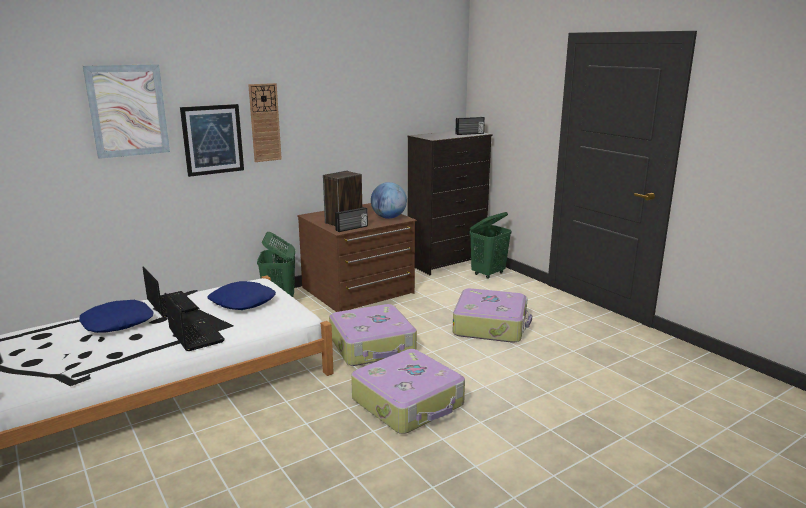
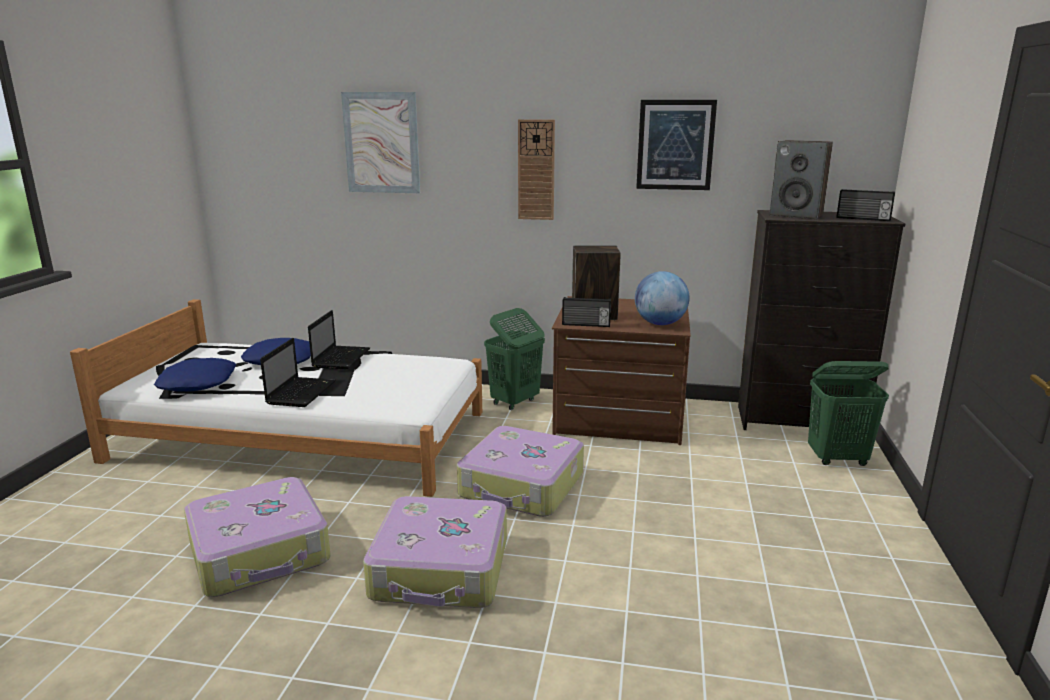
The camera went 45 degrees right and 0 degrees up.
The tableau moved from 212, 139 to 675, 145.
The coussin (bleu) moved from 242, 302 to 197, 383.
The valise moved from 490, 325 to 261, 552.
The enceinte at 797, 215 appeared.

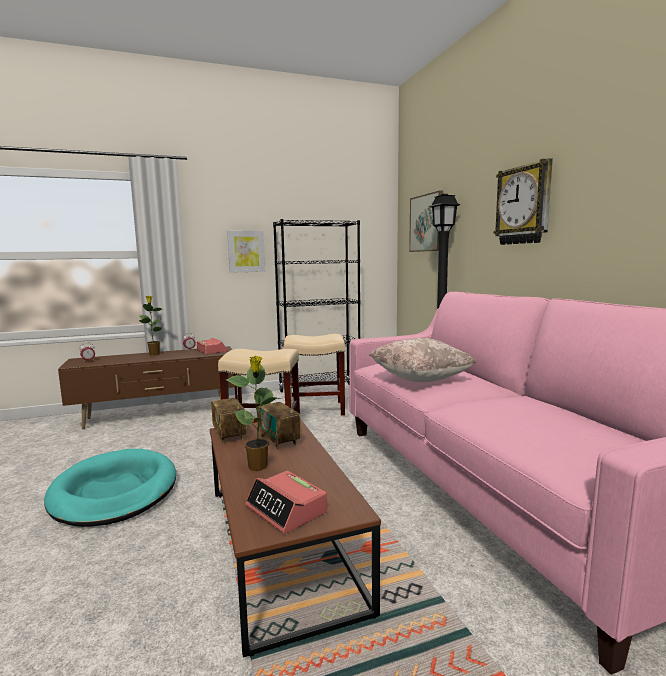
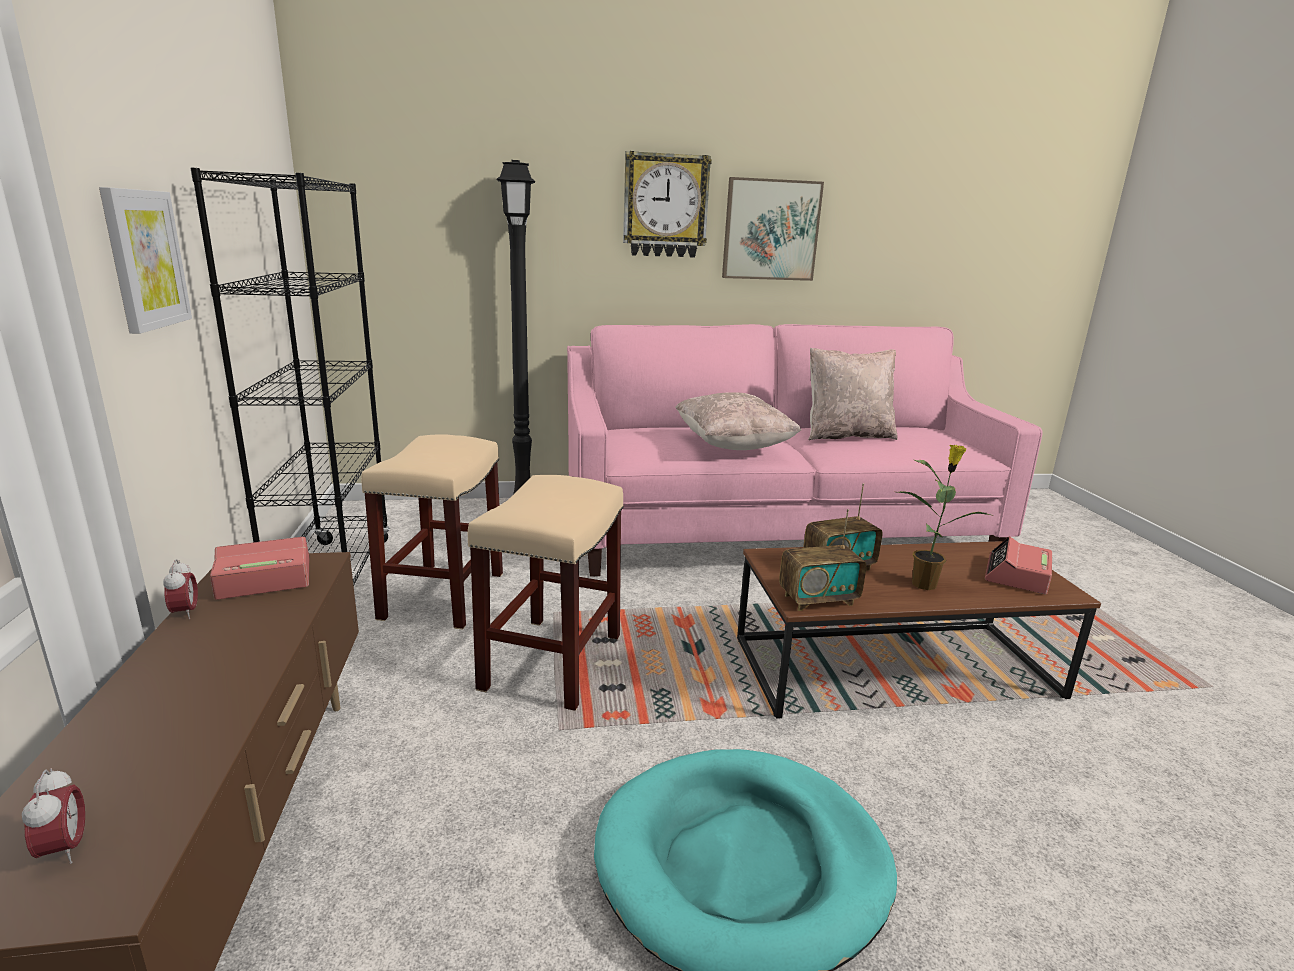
The camera went 80 degrees left and 10 degrees up.
The tableau moved from 426, 223 to 771, 230.
The plante en pot at 154, 354 disappeared.
The réveil at 287, 510 turned 150 degrees clockwise.
The coussin (beige) at 846, 435 appeared.

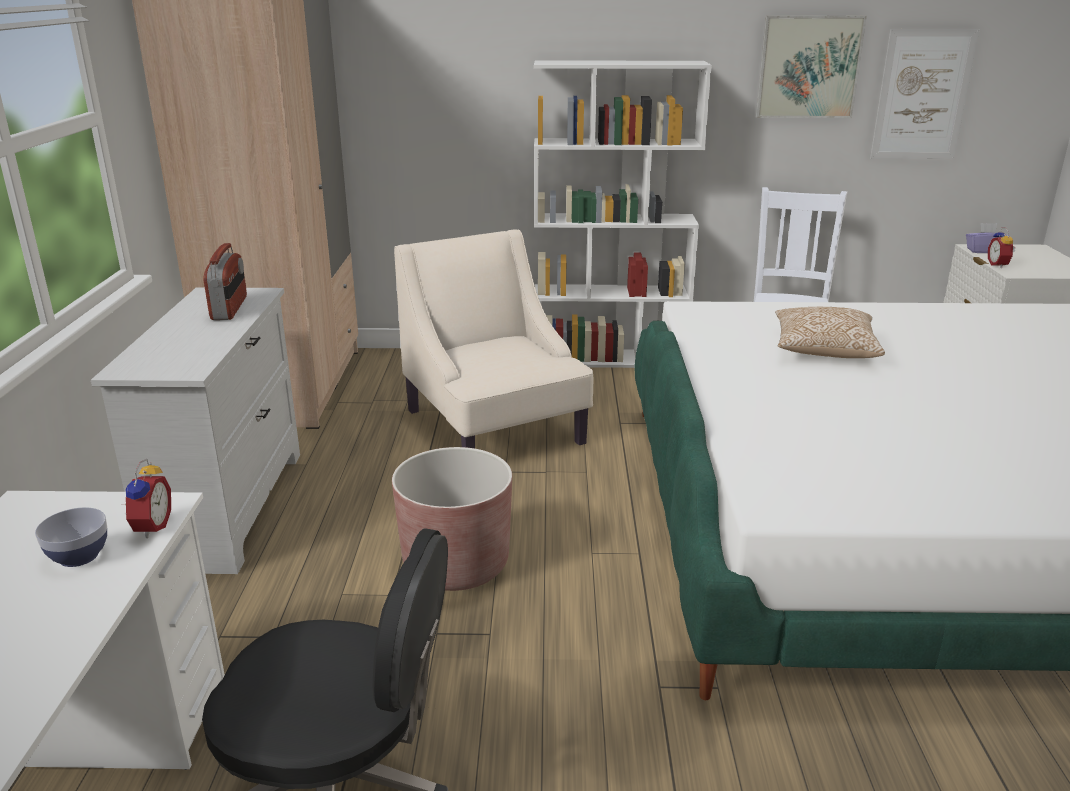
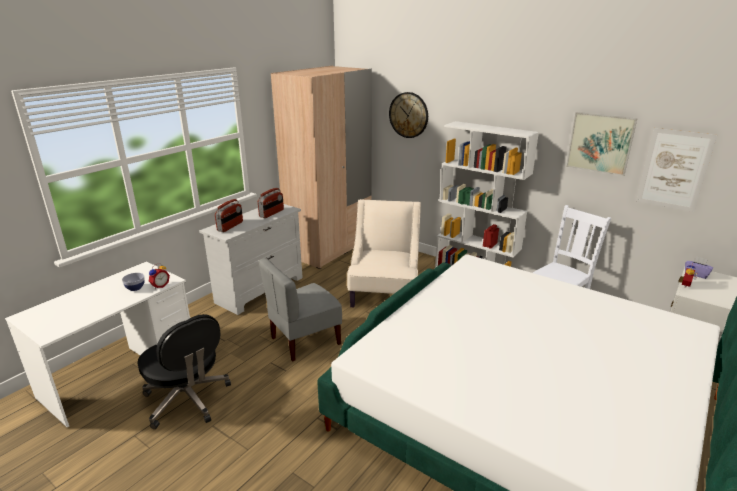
The camera went 35 degrees right and 0 degrees up.
The coussin at 823, 350 disappeared.
The cache-pot (marron) at 456, 565 was replaced by the chaise (gris) at 304, 341.
The horloge murale at 408, 115 appeared.
The radio at 230, 226 appeared.

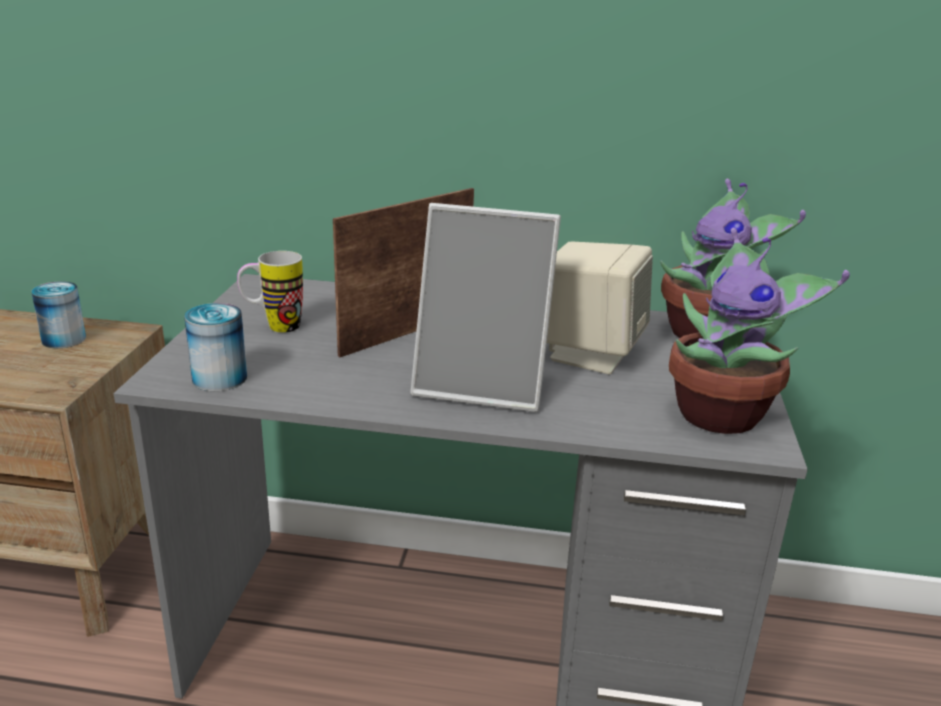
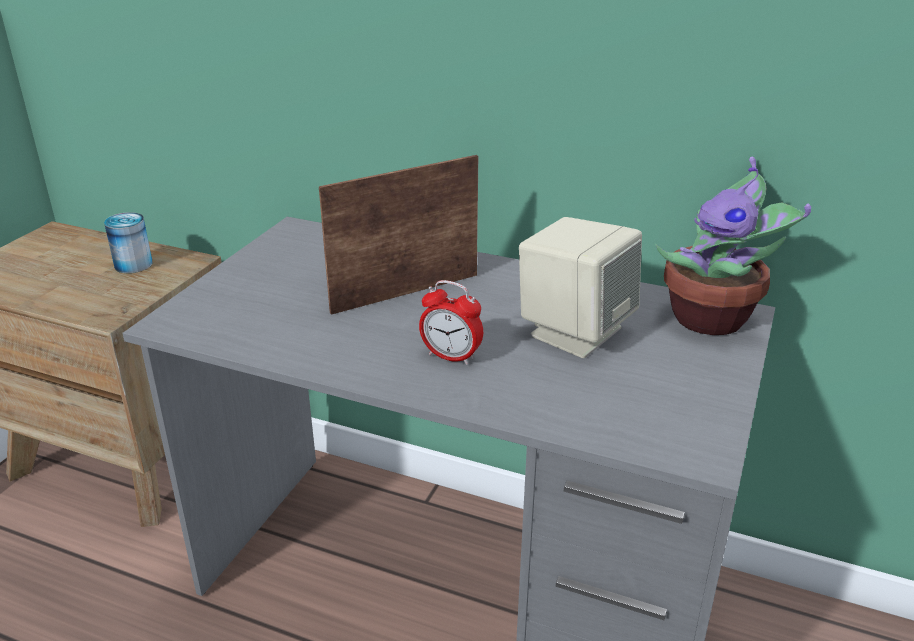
The camera went 15 degrees right and 5 degrees up.
The cadre photo at 483, 384 was replaced by the réveil at 451, 357.
The plante en pot at 723, 415 disappeared.
The mug at 273, 327 disappeared.
The boîte métallique at 219, 378 disappeared.

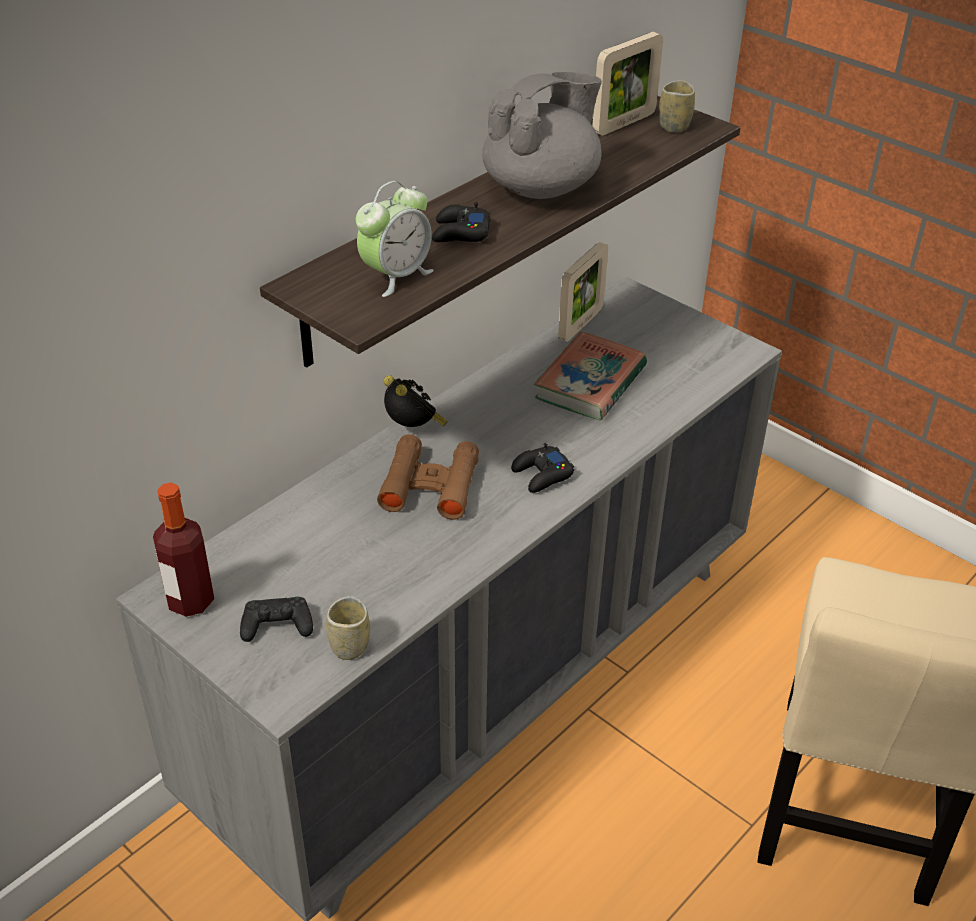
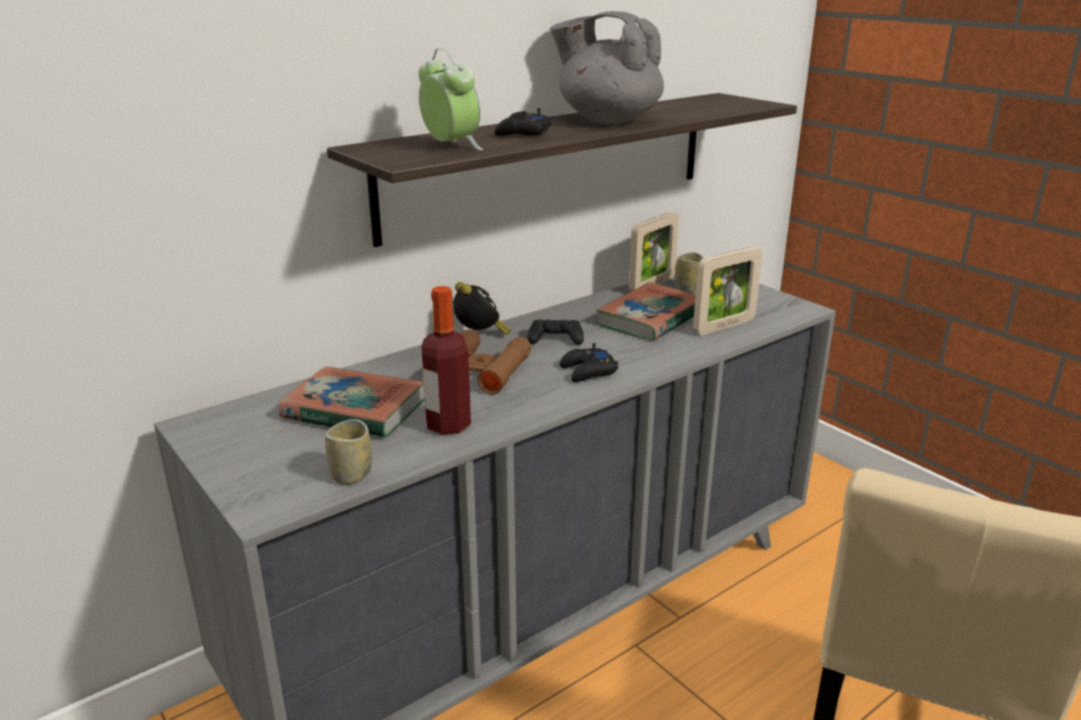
The camera went 10 degrees right and 15 degrees down.
The cadre photo moved from 624, 123 to 724, 326.
The théière (gris) at 542, 187 turned 120 degrees counterclockwise.
The tasse moved from 674, 126 to 688, 289.
The réveil at 396, 276 turned 90 degrees counterclockwise.
The bouteille moved from 190, 601 to 448, 425.
The manette (noir) moved from 277, 625 to 555, 339.
The livre at 354, 410 appeared.

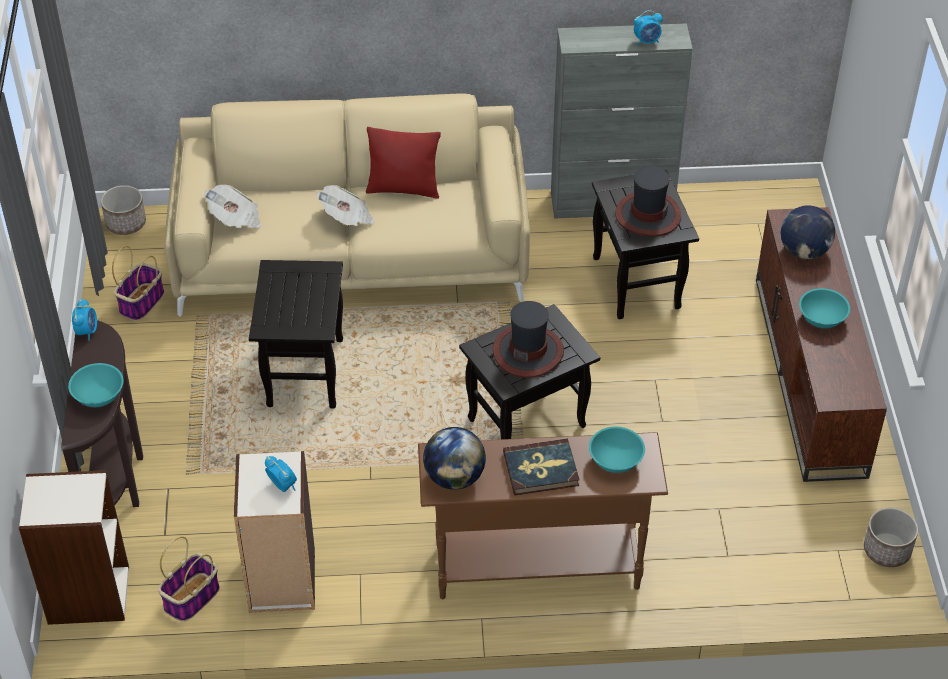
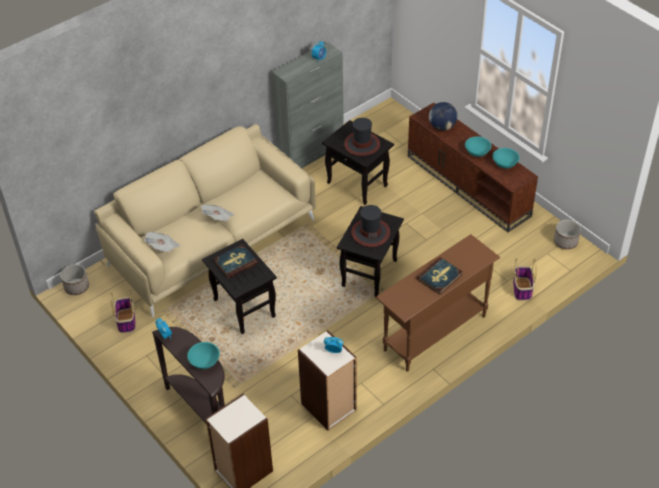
The camera went 35 degrees left and 0 degrees up.
The coussin (rouge) at 403, 189 disappeared.
The globe at 454, 477 disappeared.
The bol (turquoise) moved from 615, 460 to 504, 163.
The panier moved from 191, 598 to 522, 289.
The livre at 235, 262 appeared.

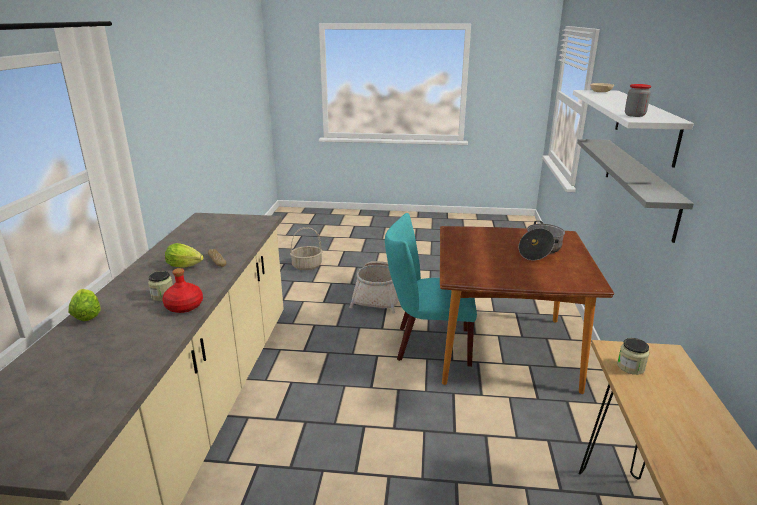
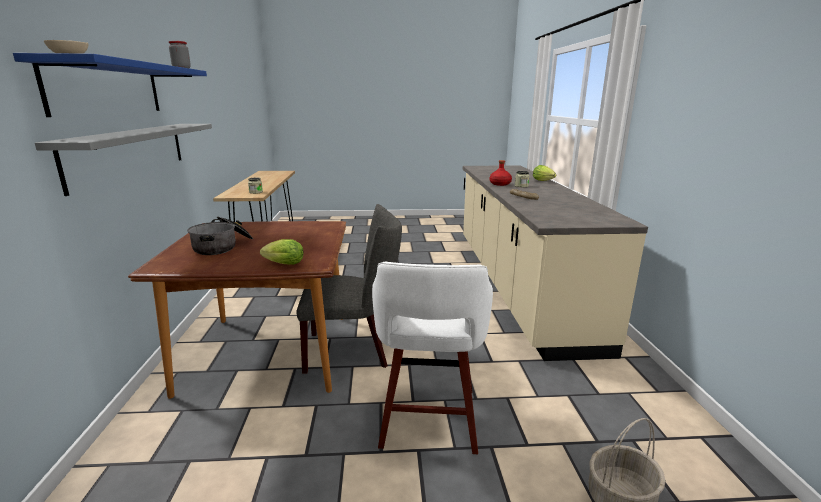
The camera went 170 degrees right and 5 degrees down.
The étagère (blanc) at 645, 125 became the étagère (bleu) at 108, 89.
The chaise (turquoise) at 427, 345 became the chaise (gris) at 353, 350.
The laitue moved from 186, 266 to 282, 264.
The panier at 379, 296 was replaced by the tabouret (blanc) at 428, 419.

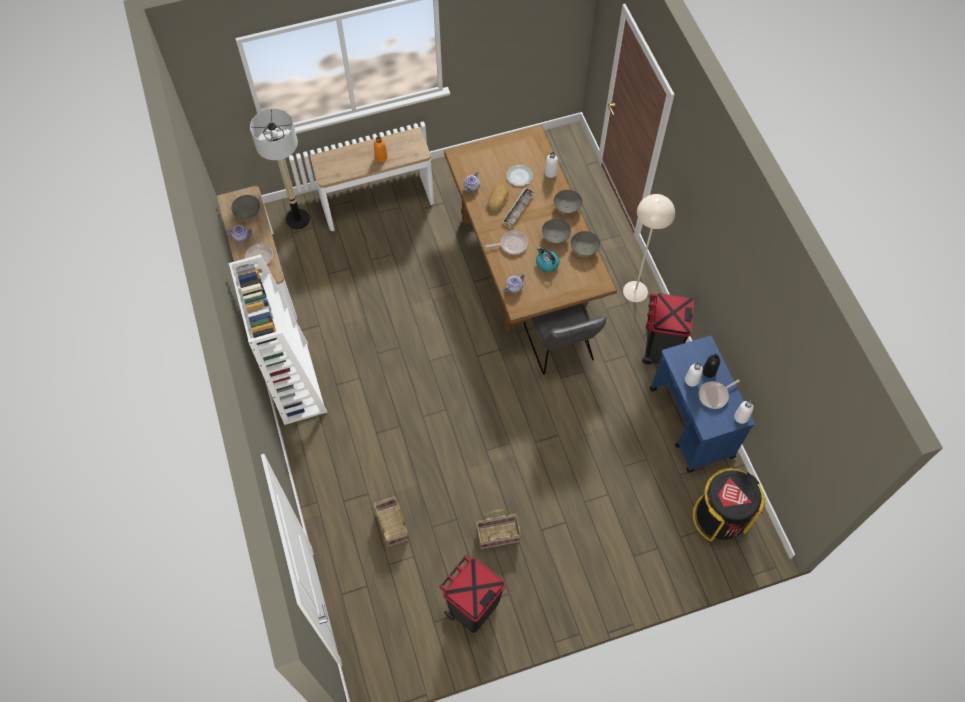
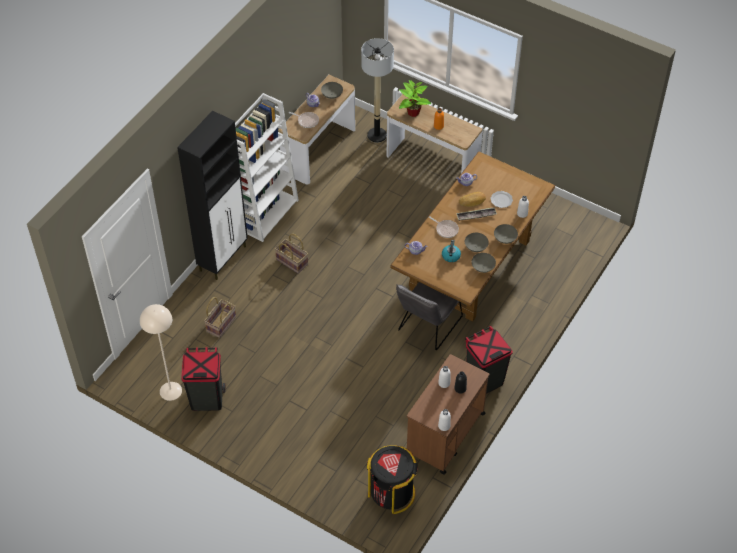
The camera went 50 degrees right and 10 degrees down.
The lampadaire (beige) moved from 635, 291 to 171, 391.
The chariot (bleu) at 691, 423 became the chariot (marron) at 445, 434.
The poêle at 714, 395 disappeared.
The panier moved from 498, 535 to 292, 261.
The plante en pot at 413, 112 appeared.
The meuble de rangement (noir) at 223, 258 appeared.

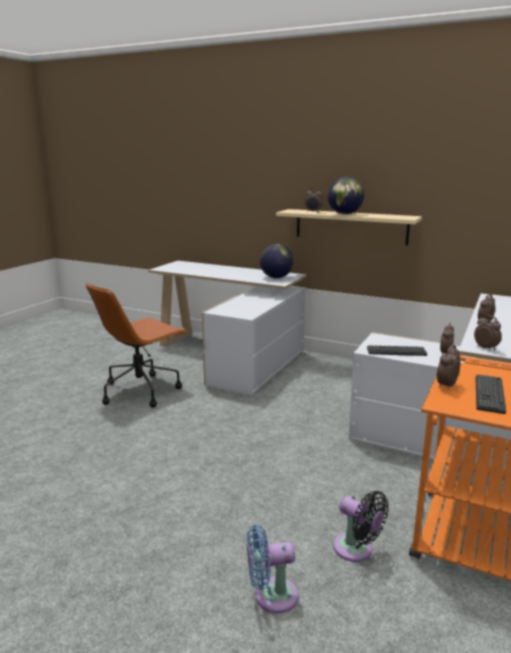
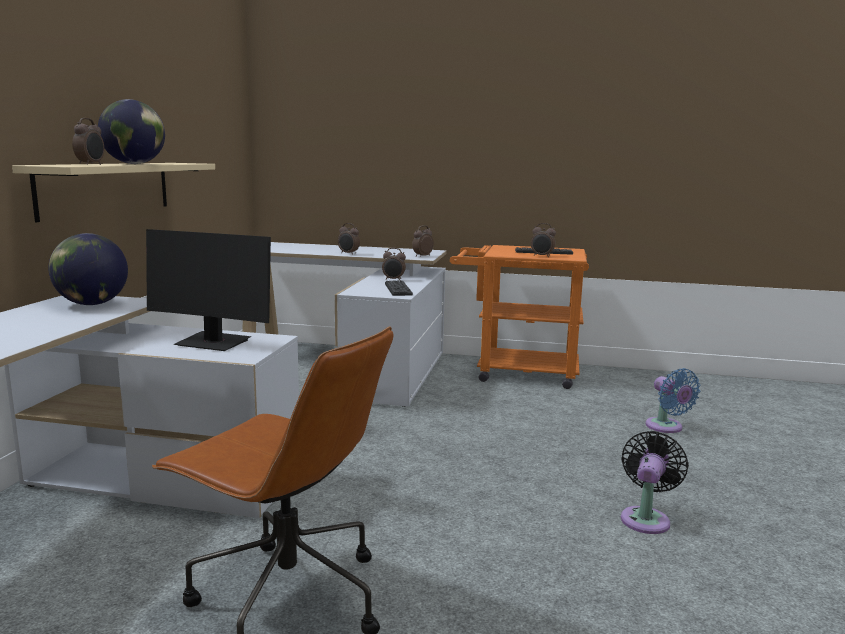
The camera went 105 degrees left and 5 degrees down.
The ventilateur (noir) moved from 356, 550 to 646, 518.
The écran d'ordinateur at 213, 343 appeared.

